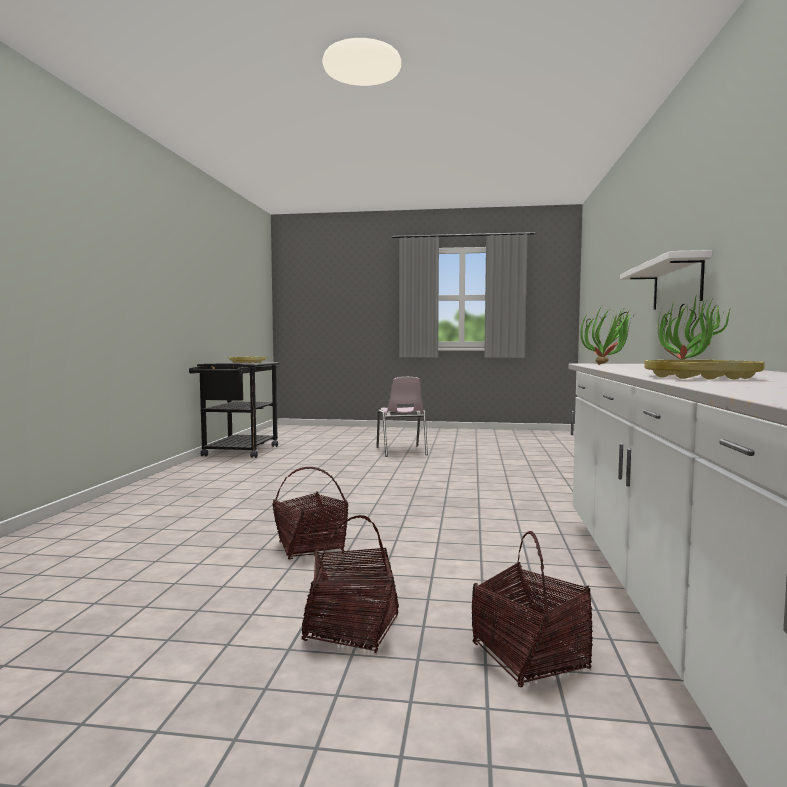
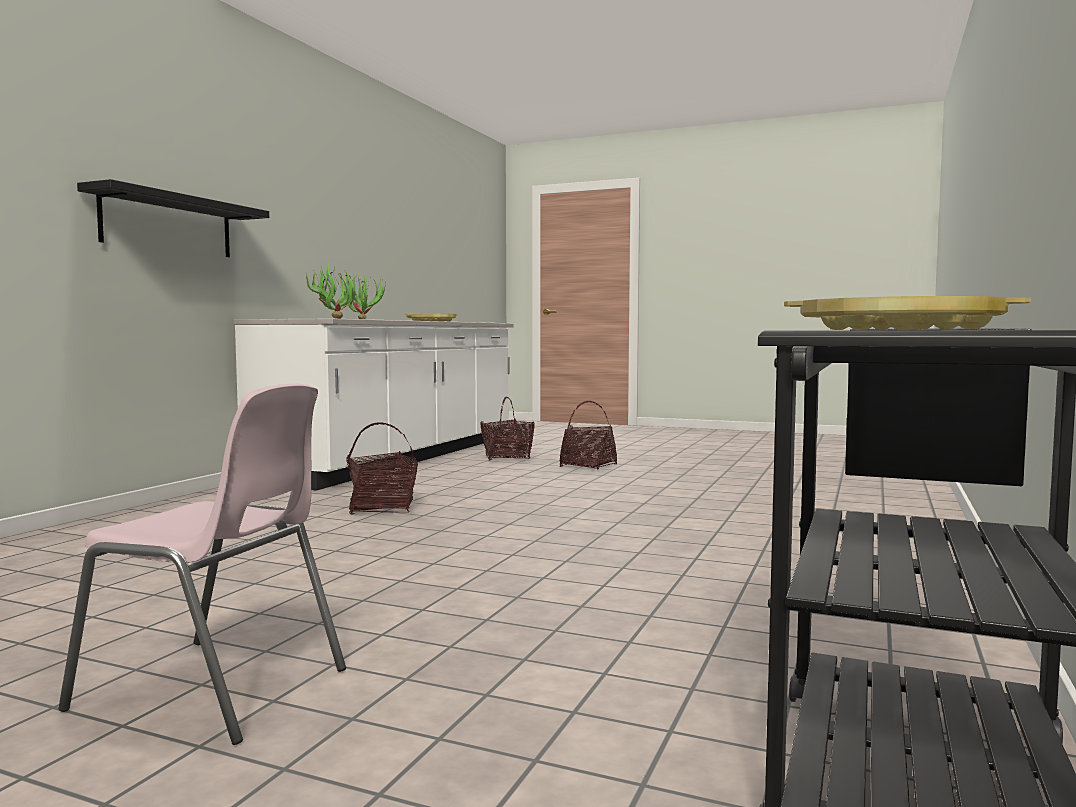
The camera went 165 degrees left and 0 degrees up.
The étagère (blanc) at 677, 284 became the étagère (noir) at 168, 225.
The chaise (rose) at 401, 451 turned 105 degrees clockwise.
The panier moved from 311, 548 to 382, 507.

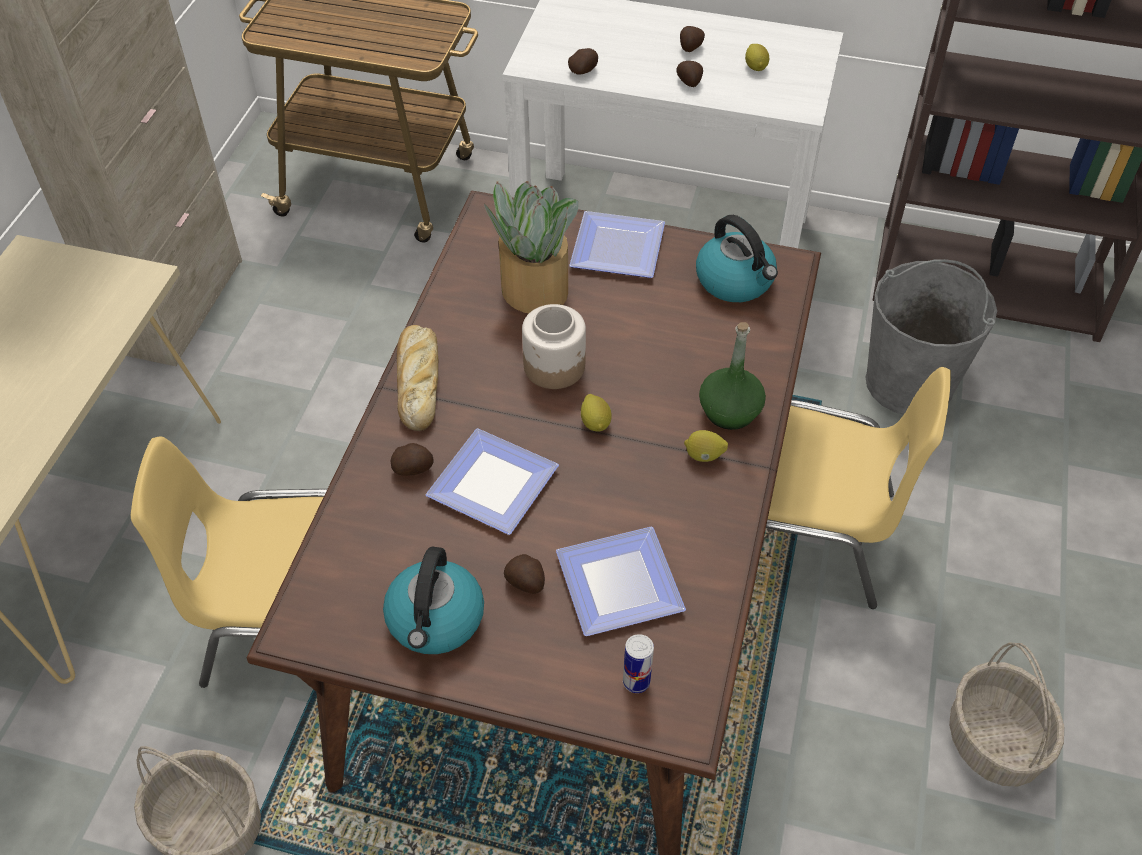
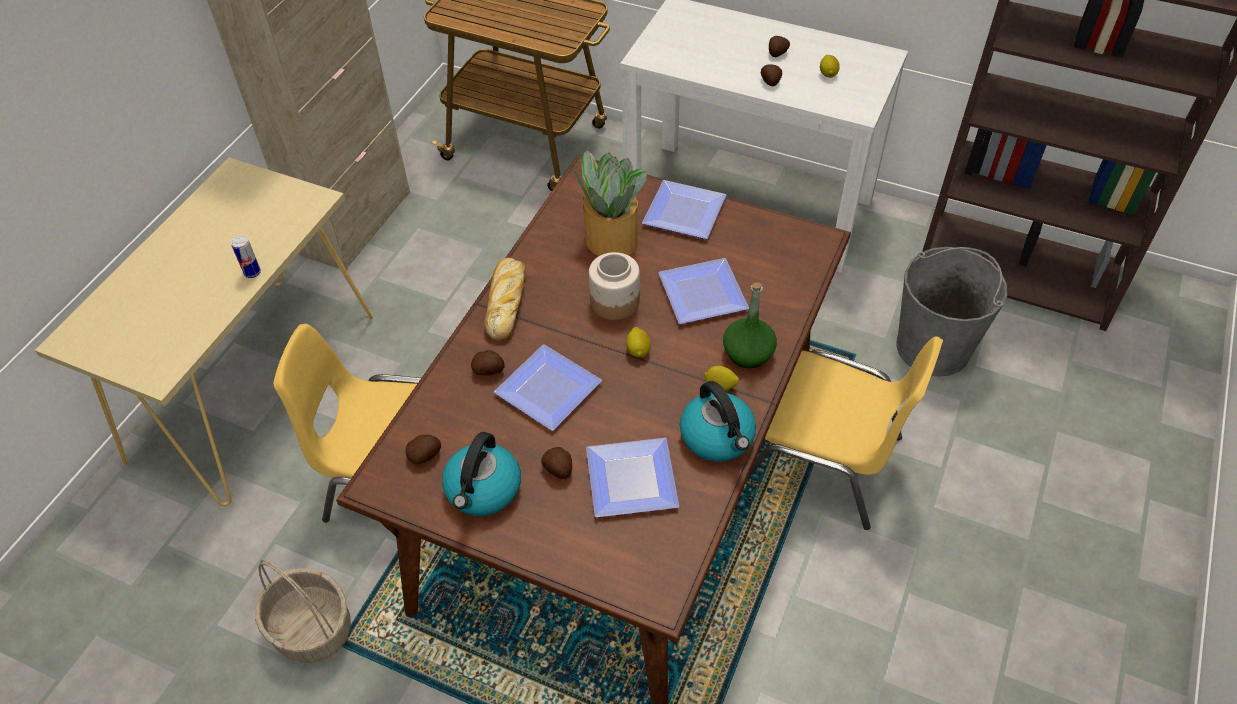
The camera went 10 degrees right and 0 degrees up.
The pomme de terre moved from 583, 71 to 425, 455.
The bouilloire moved from 736, 281 to 718, 437.
The boîte métallique moved from 636, 681 to 252, 272.
The panier at 995, 741 disappeared.
The assiette at 699, 292 appeared.

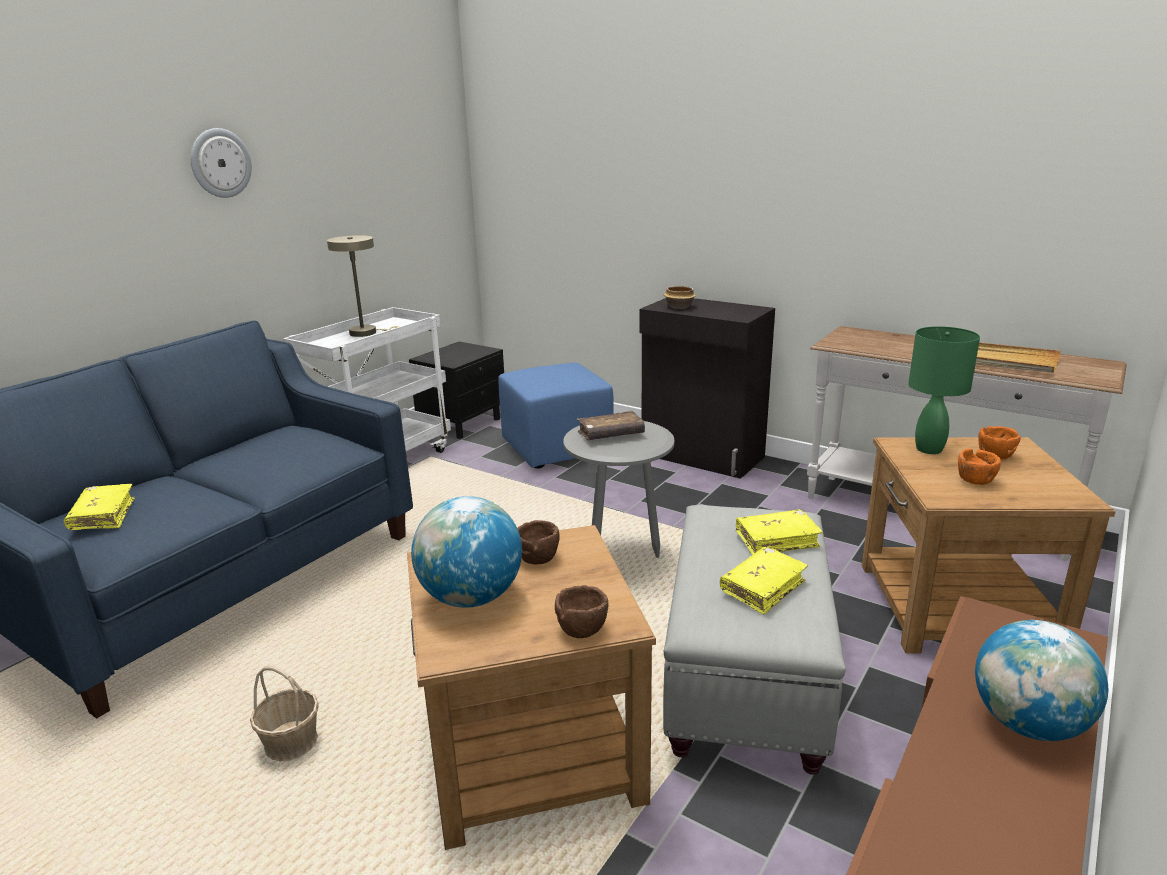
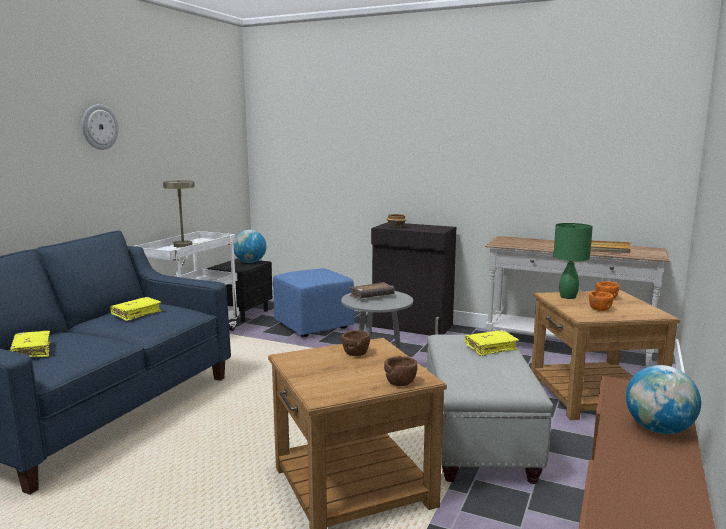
The camera went 10 degrees left and 10 degrees down.
The globe moved from 471, 598 to 250, 262.
The livre (jaune) moved from 762, 588 to 137, 313.
The panier at 291, 742 disappeared.

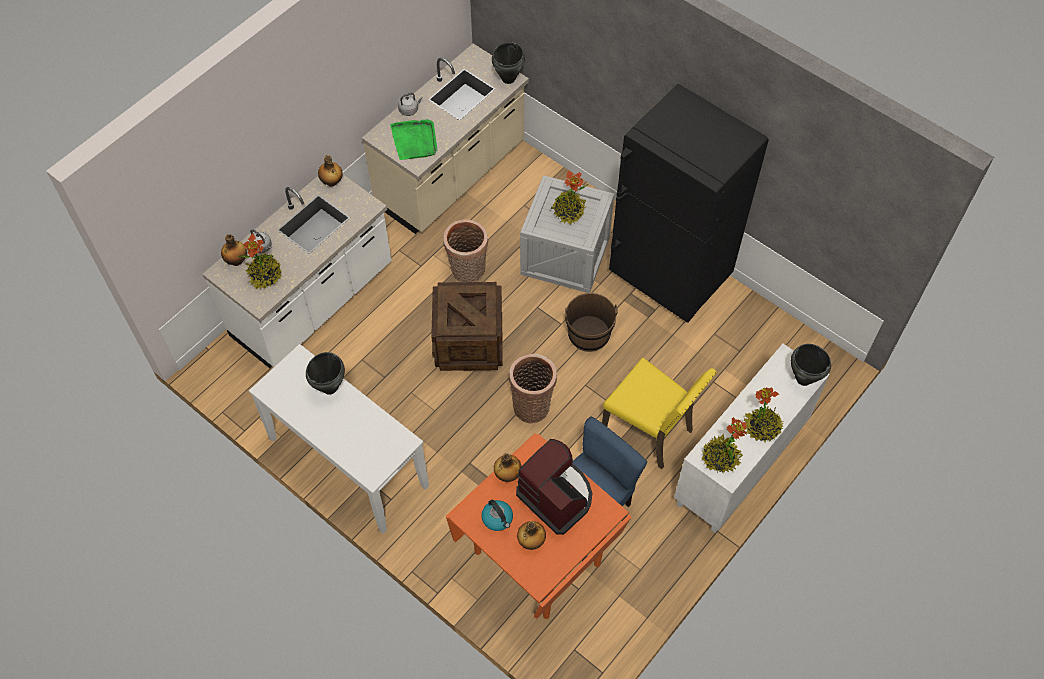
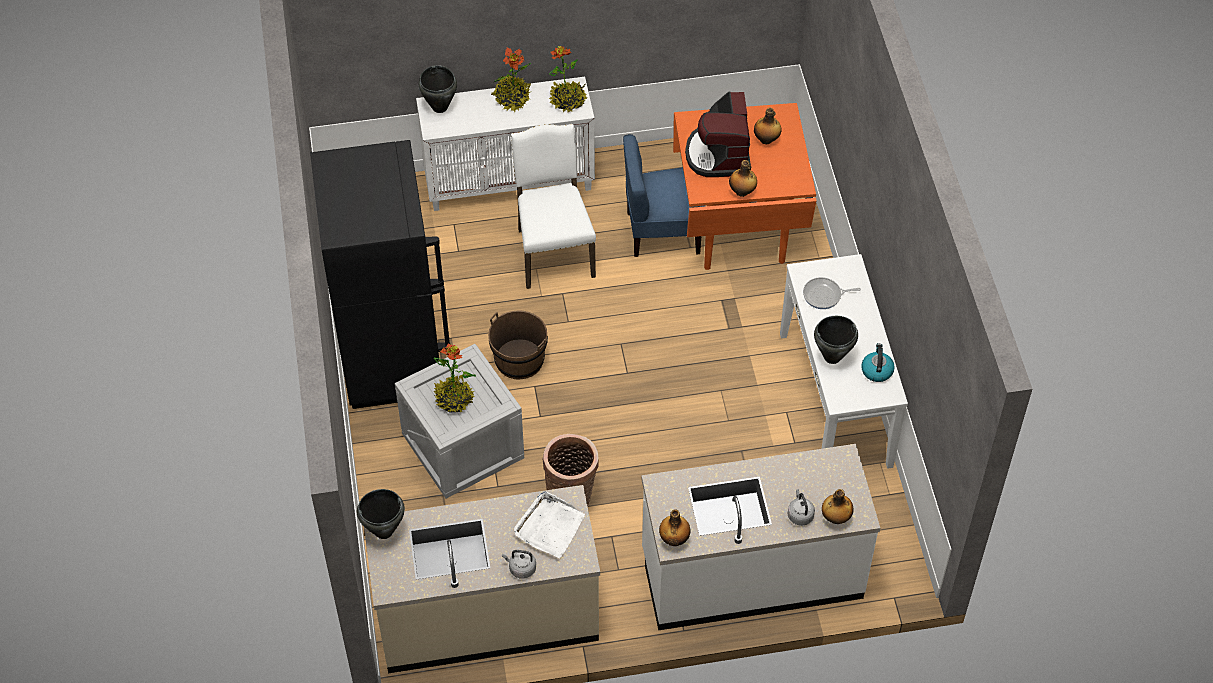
The camera went 140 degrees left and 5 degrees down.
The plateau (vert) at 415, 141 became the plateau (blanc) at 549, 527.
The plante en pot at 265, 275 disappeared.
The caisse at 468, 342 disappeared.
The panier at 532, 404 disappeared.
The chaise (jaune) at 649, 431 became the chaise (blanc) at 553, 251.
The bouilloire moved from 498, 518 to 876, 370.
The poêle at 824, 295 appeared.

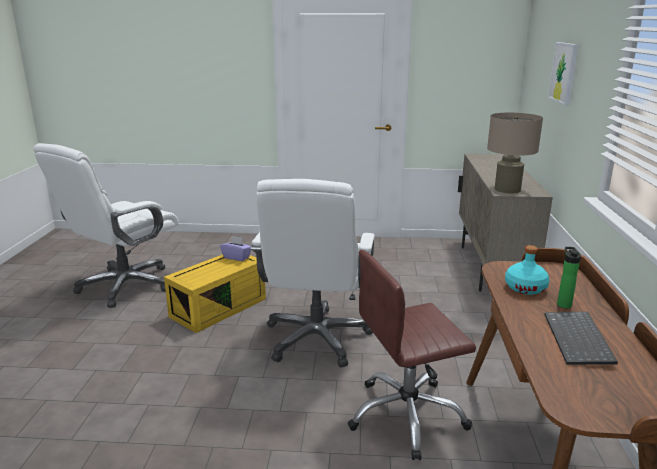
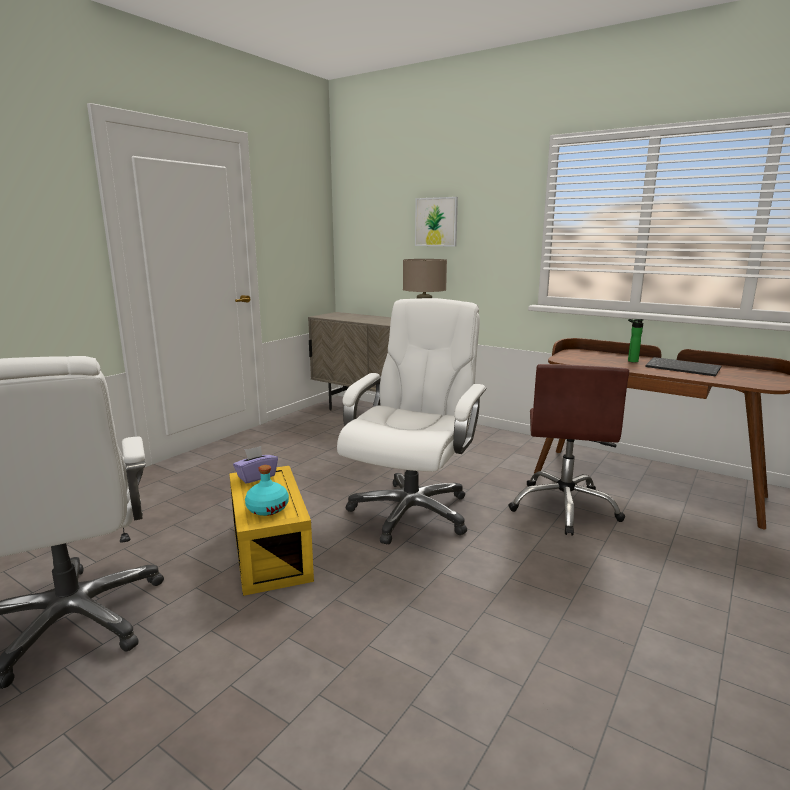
The camera went 60 degrees left and 5 degrees down.
The chaise de bureau (blanc) at 317, 339 turned 105 degrees counterclockwise.
The bouteille (turquoise) moved from 525, 288 to 267, 508.

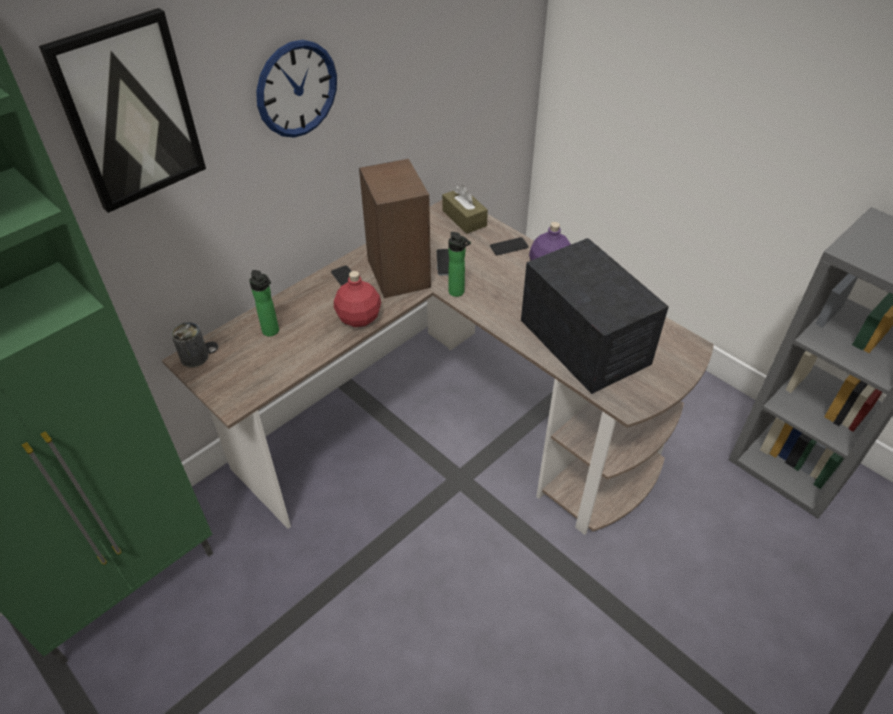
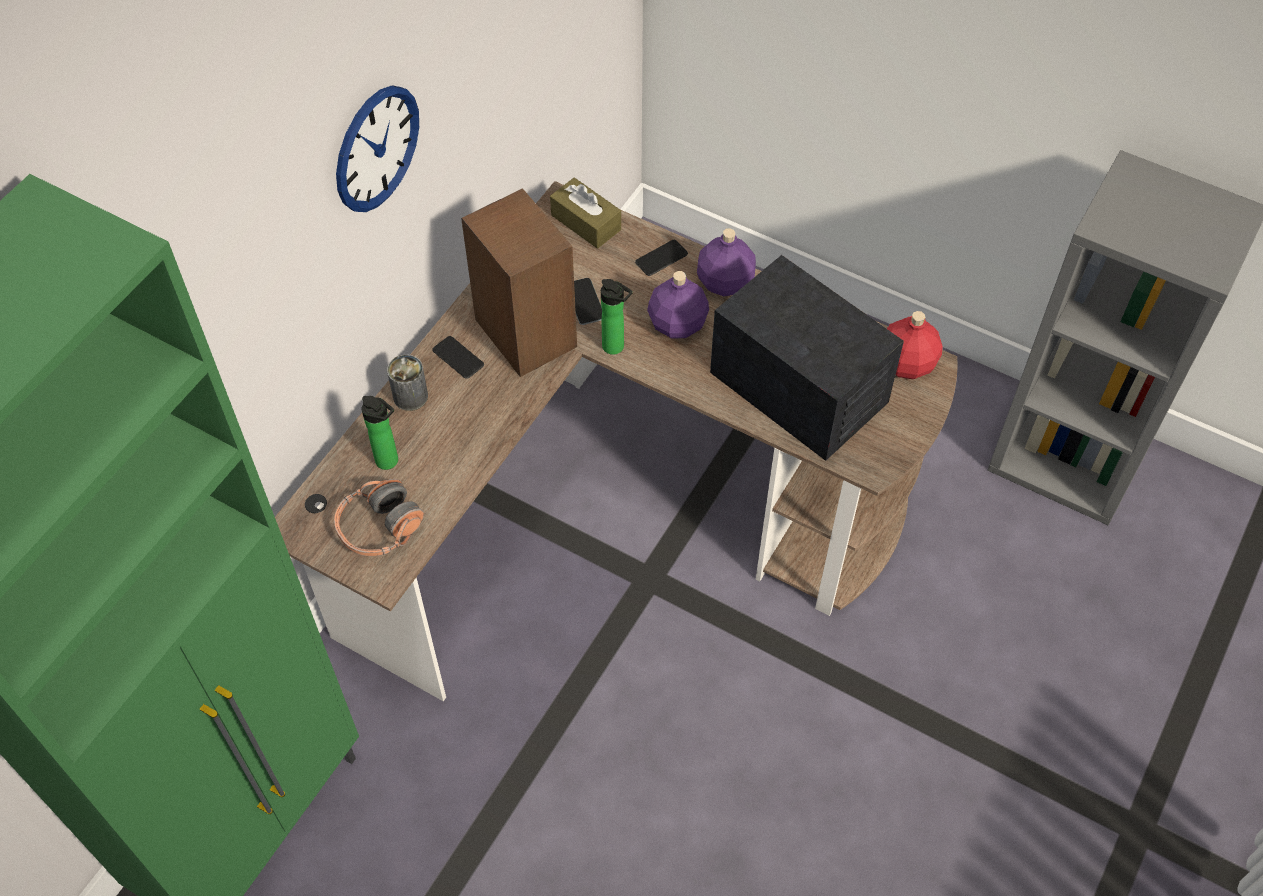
The camera went 15 degrees left and 10 degrees up.
The tableau at 129, 112 disappeared.
The bouteille (rouge) moved from 359, 317 to 907, 363.
The boîte métallique moved from 194, 357 to 410, 396.
The bouteille (violet) at 676, 324 appeared.
The casque audio at 379, 527 appeared.

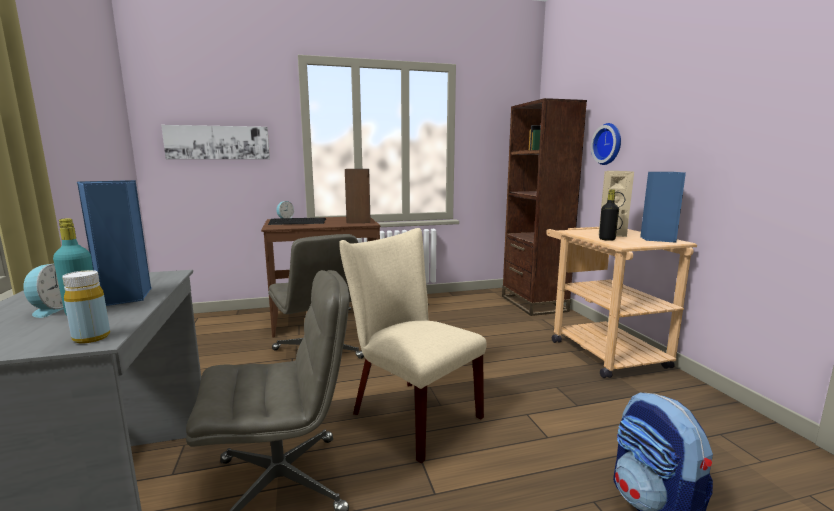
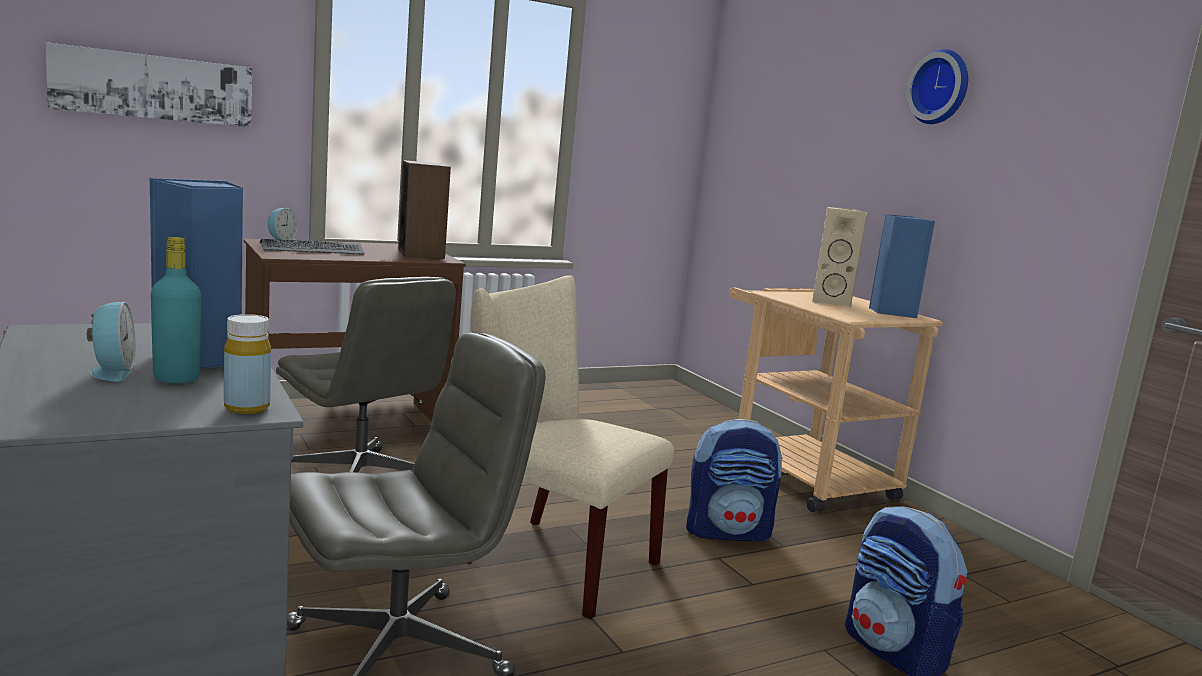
The camera went 15 degrees left and 0 degrees up.
The bibliothèque (marron) at 533, 303 disappeared.
The horloge murale moved from 609, 144 to 941, 87.
The bouteille (noir) at 607, 239 disappeared.
The sac à dos at 728, 532 appeared.

